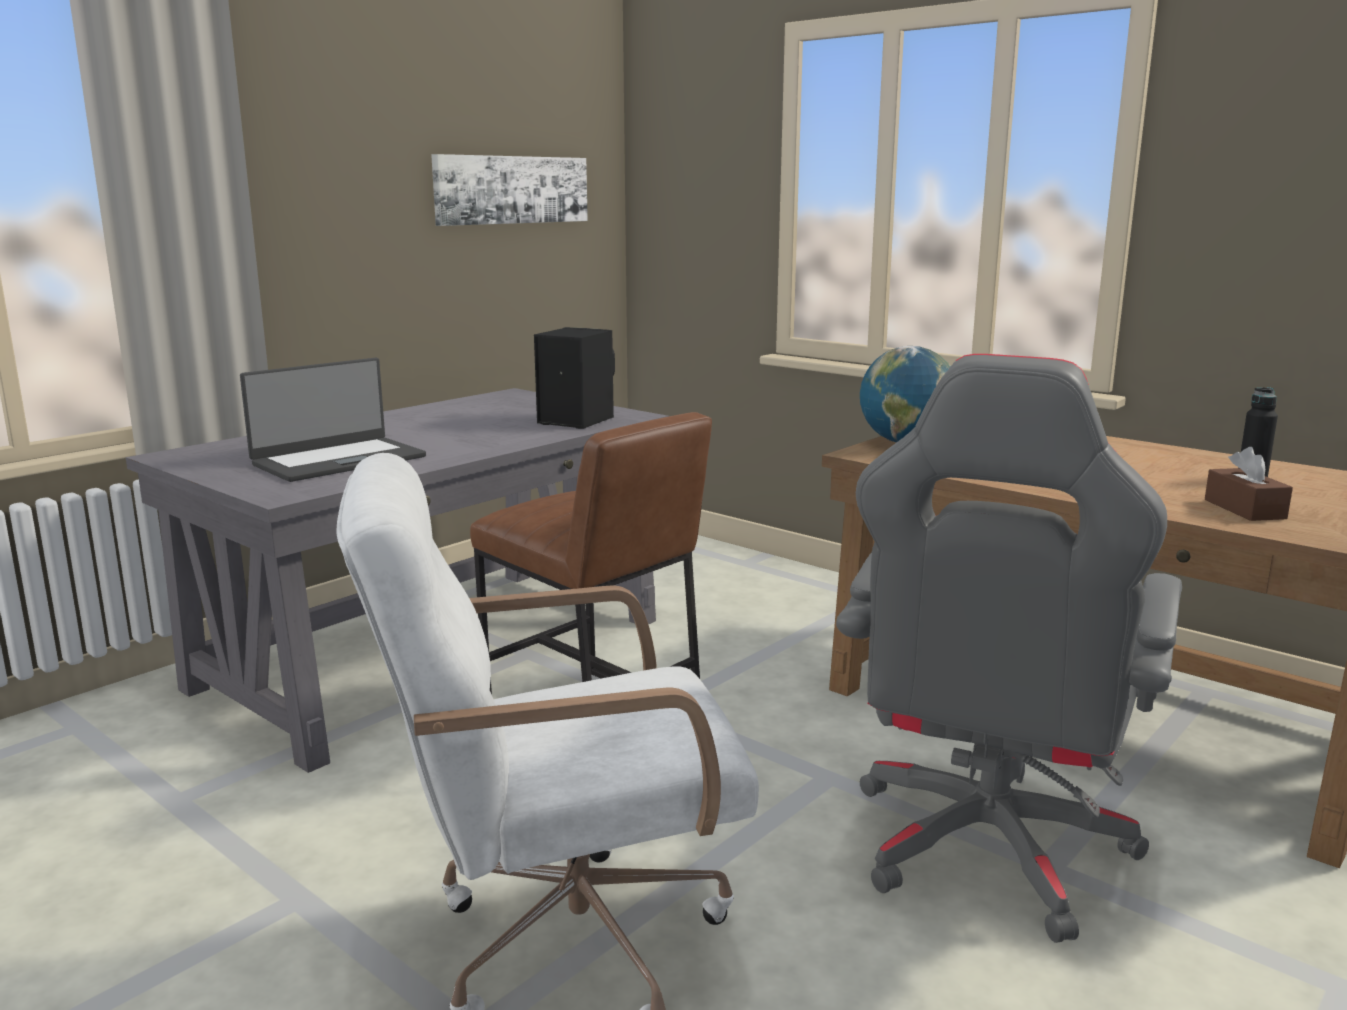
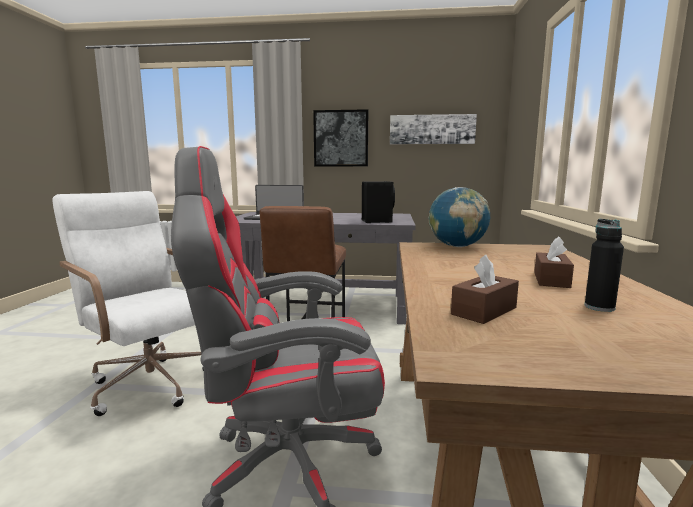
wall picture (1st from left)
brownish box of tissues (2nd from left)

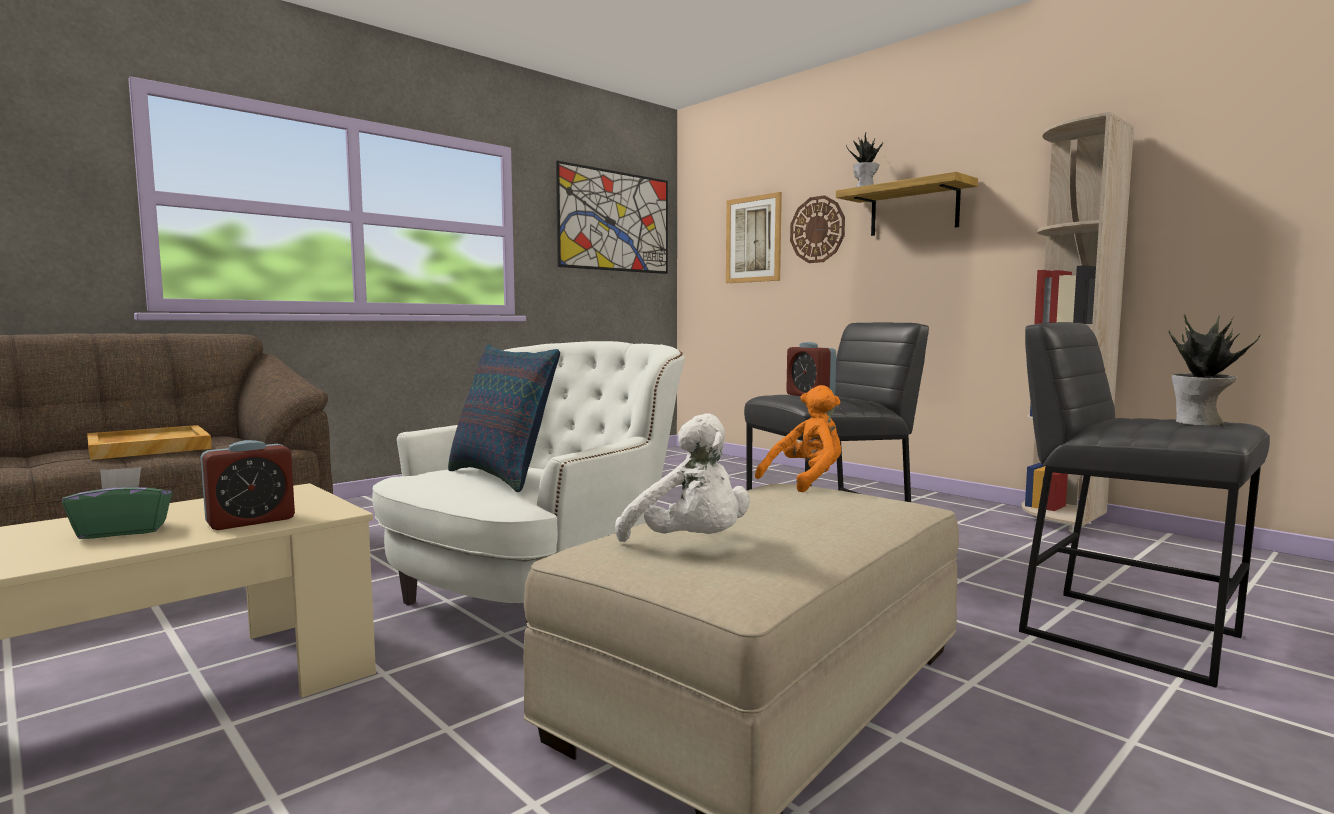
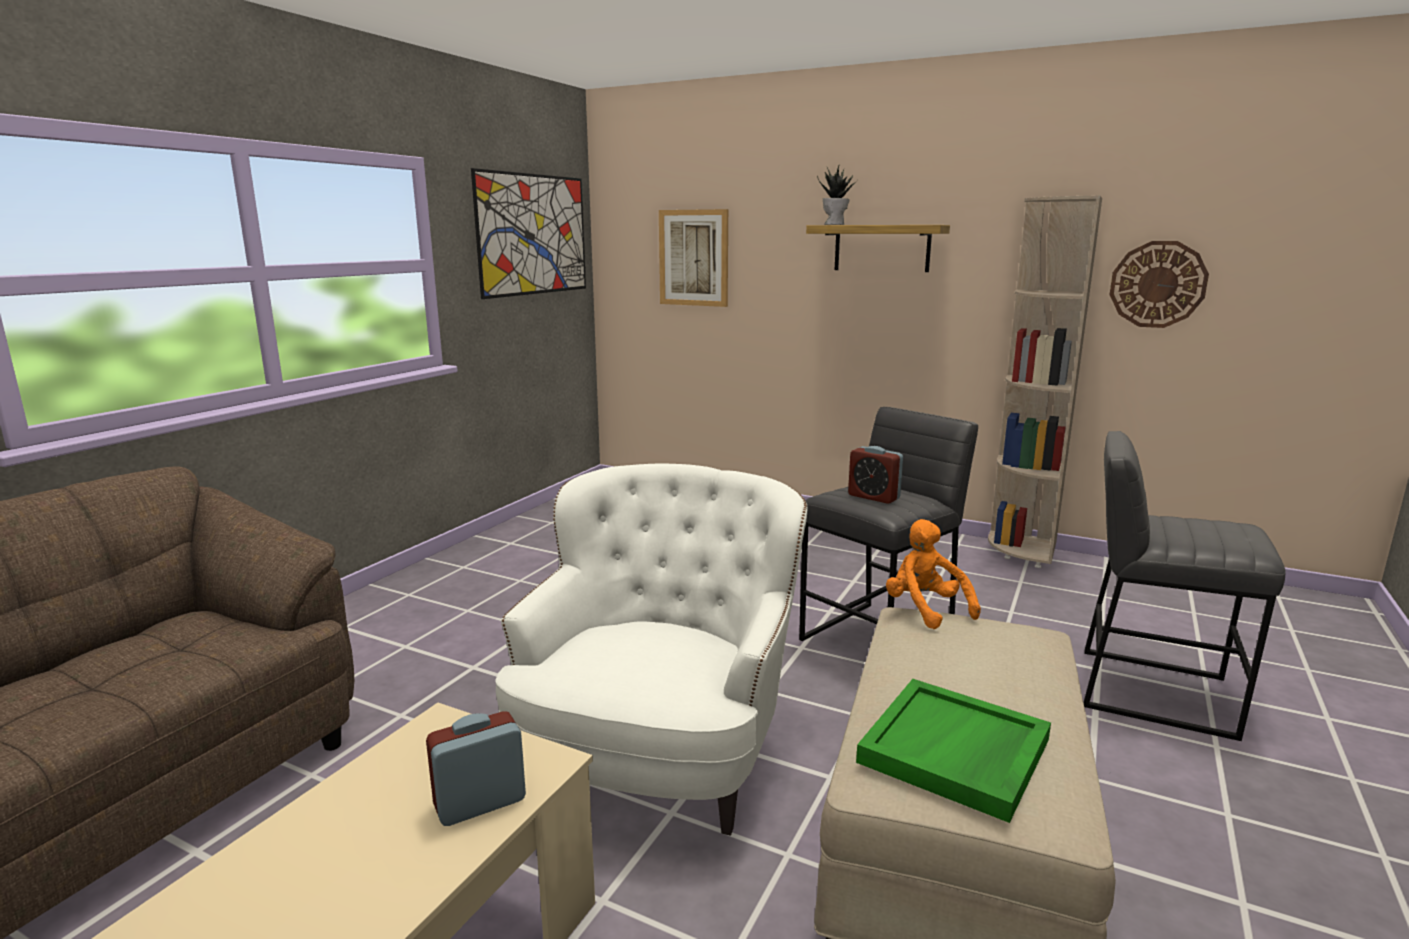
bedside clock (1st from left)
green serving tray
orange cuddly toy
wall clock
green box of tissues
beige-coloured serving tray
bluish cushion
potted plant (2nd from left in the first image)

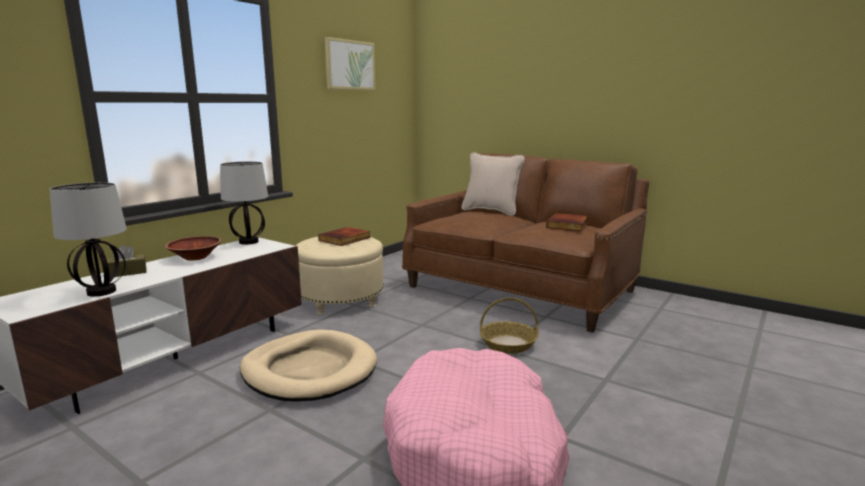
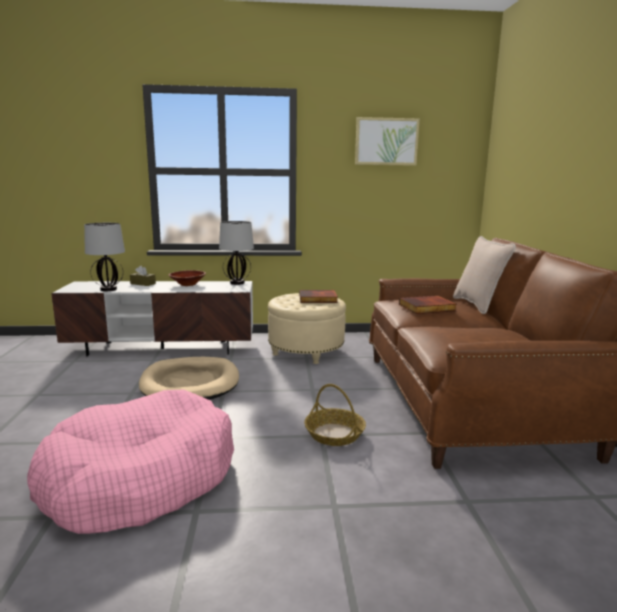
book (2nd from left)

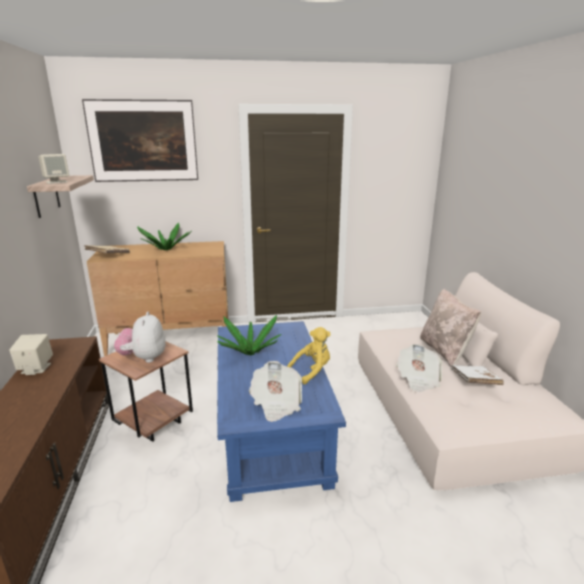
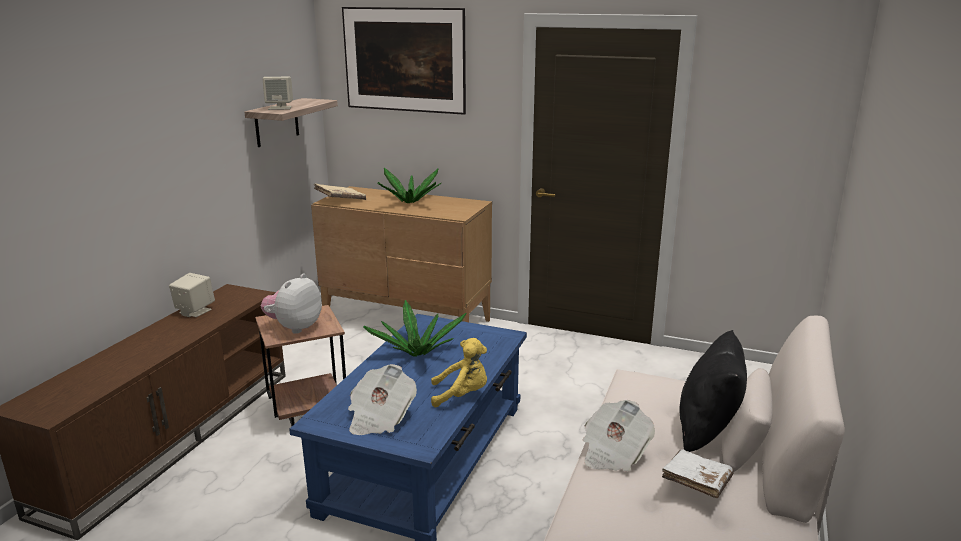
black cushion

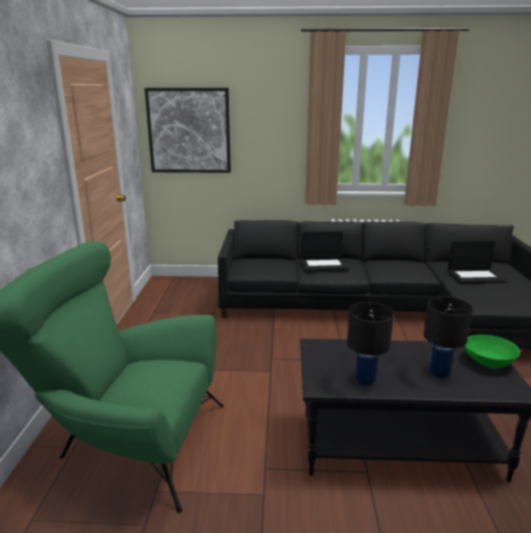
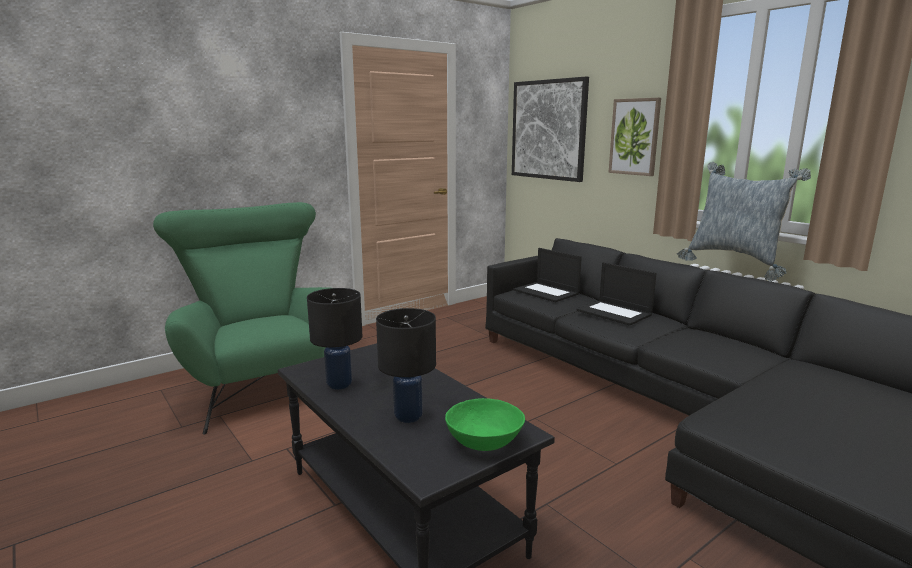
notebook computer (1st from left)
wall picture (2nd from left)
cushion

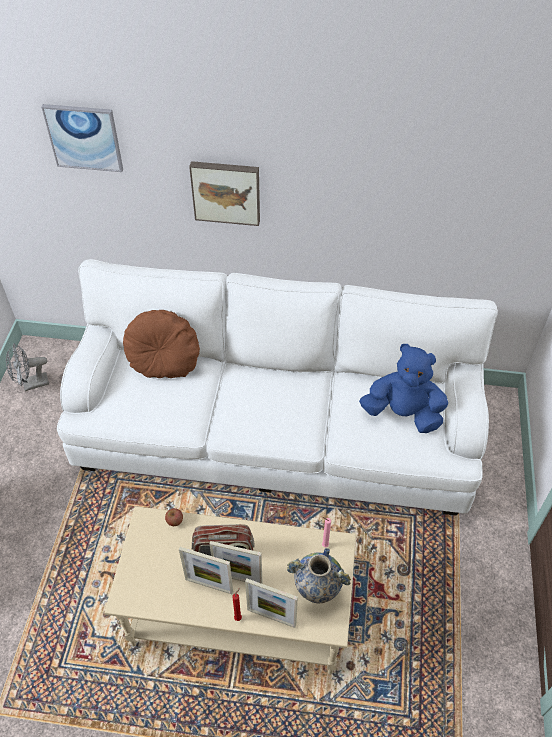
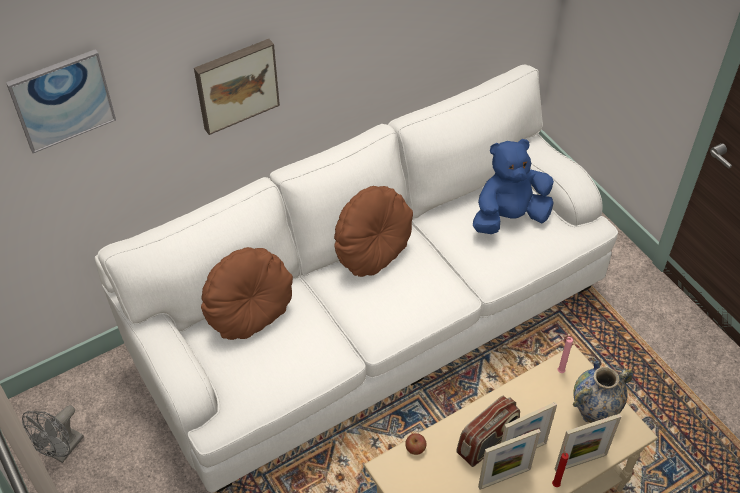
brownish cushion (2nd from left)

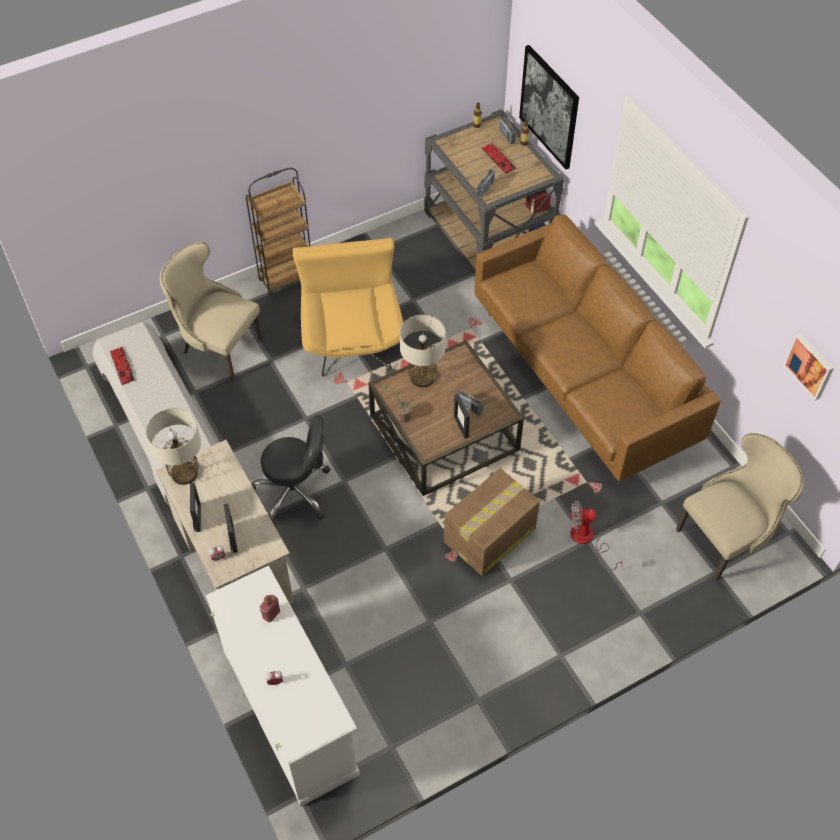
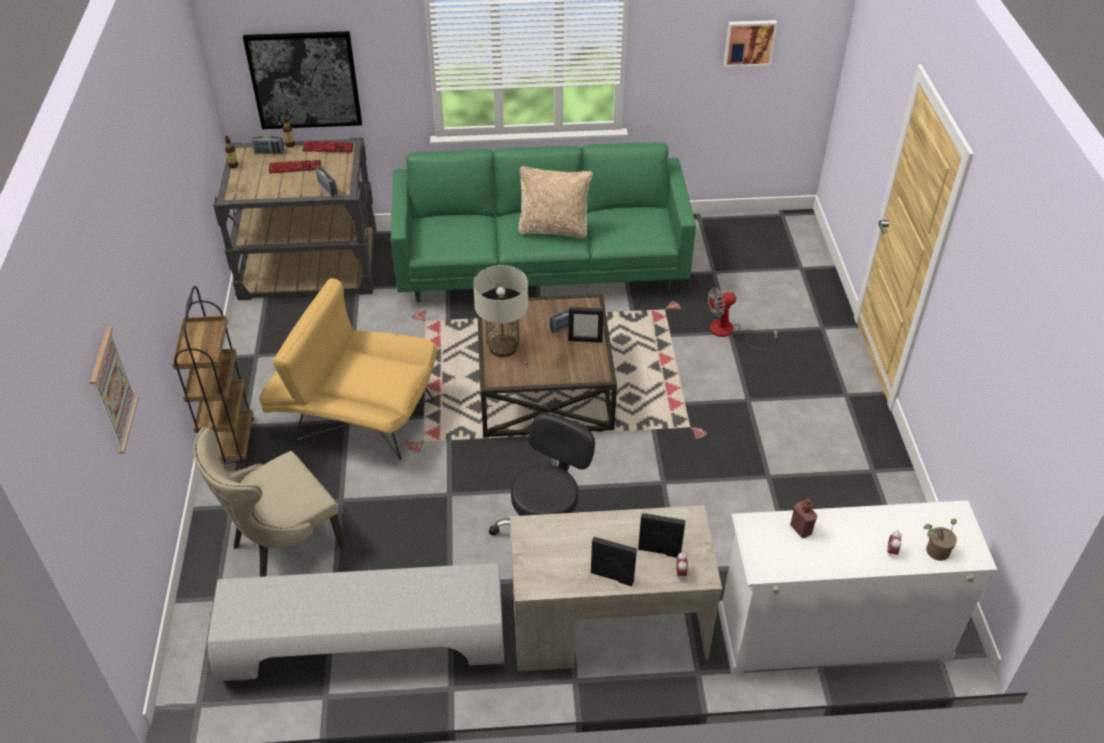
wall picture (1st from left)
computer keyboard (2nd from left)
green sofa
beige-coloured cushion
electric fan
potted plant
table lamp (1st from left in the first image)
packing box
beige-coloured upright chair (2nd from left in the first image)

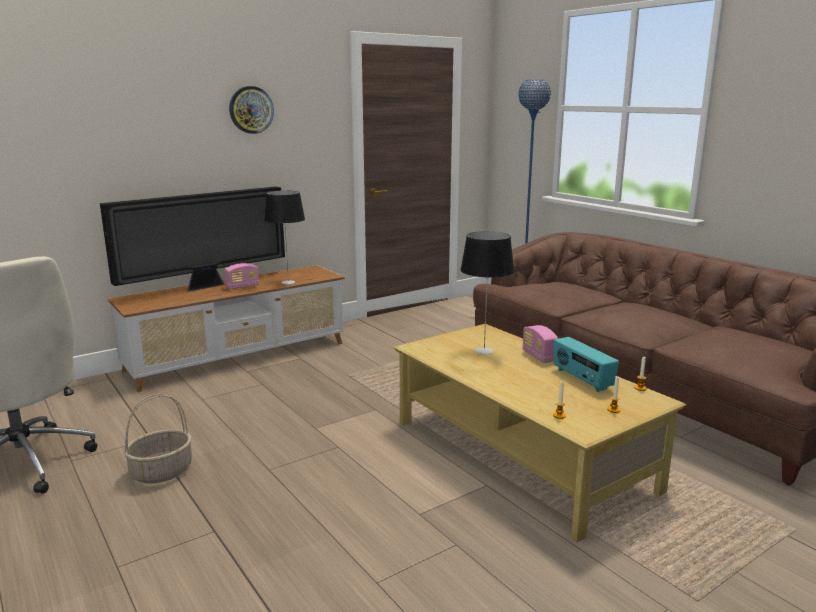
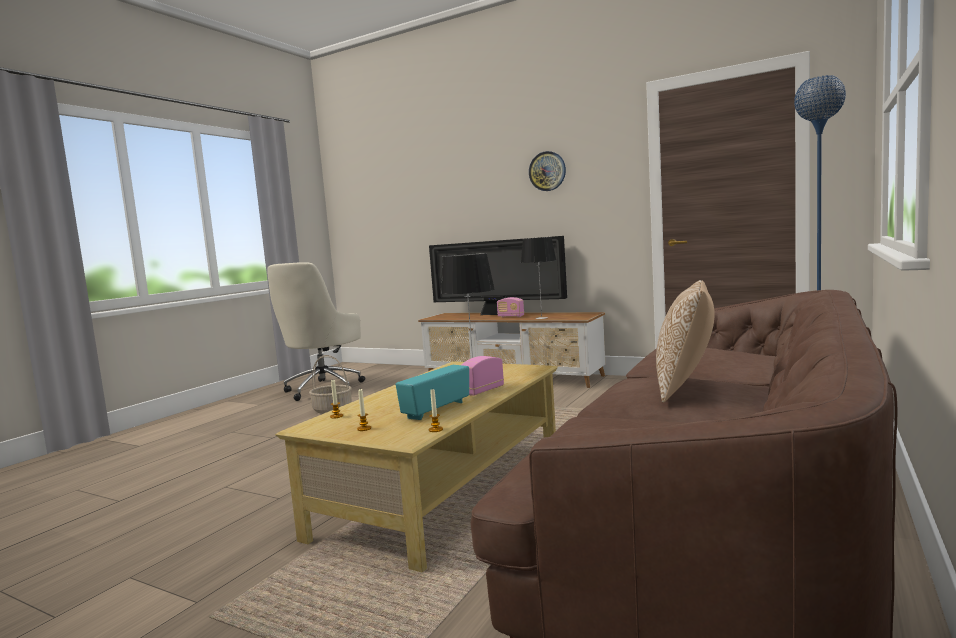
cushion

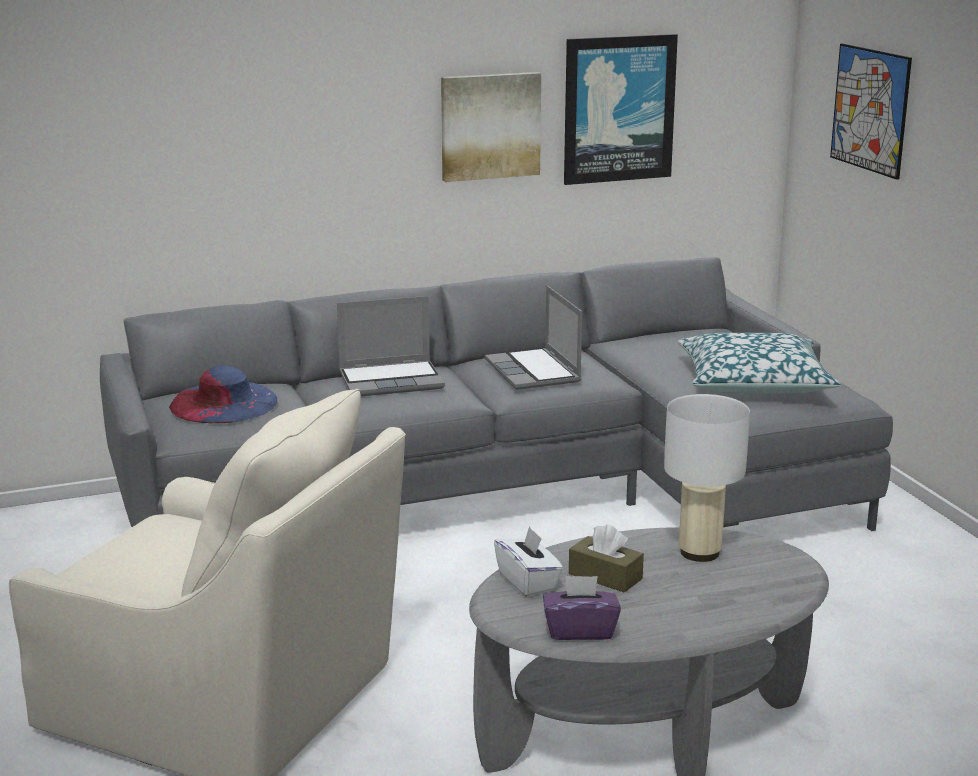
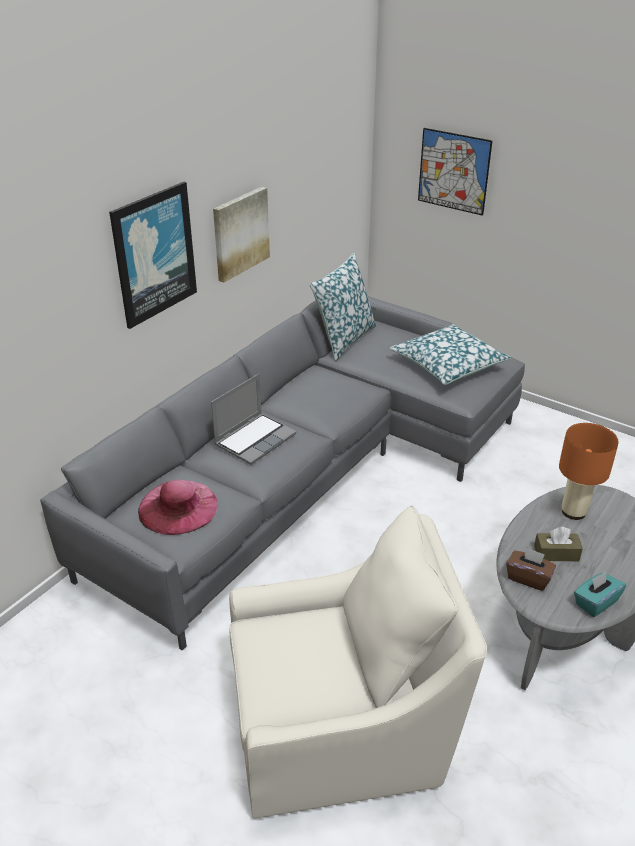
wall picture (1st from left)
pinkish wearable hat
cushion (1st from left)
brownish box of tissues (1st from left)
orange table lamp
turquoise box of tissues
notebook computer (2nd from left in the first image)

